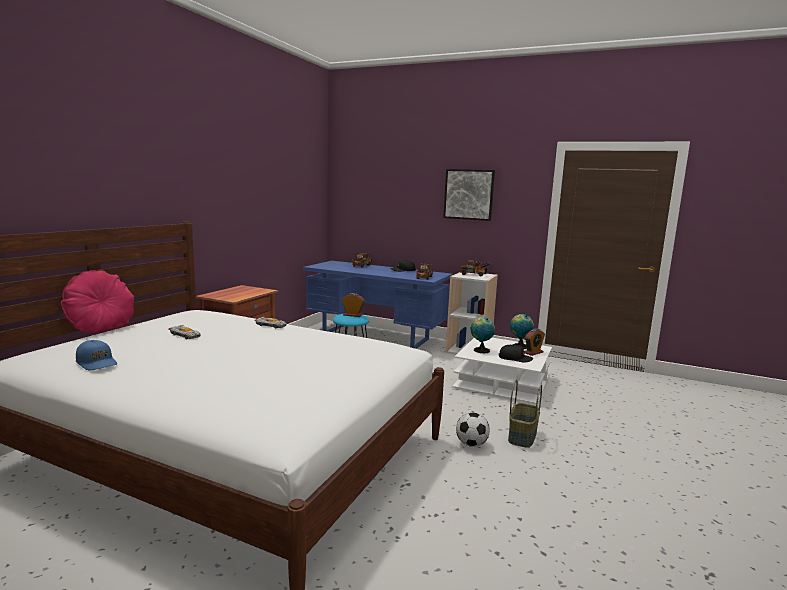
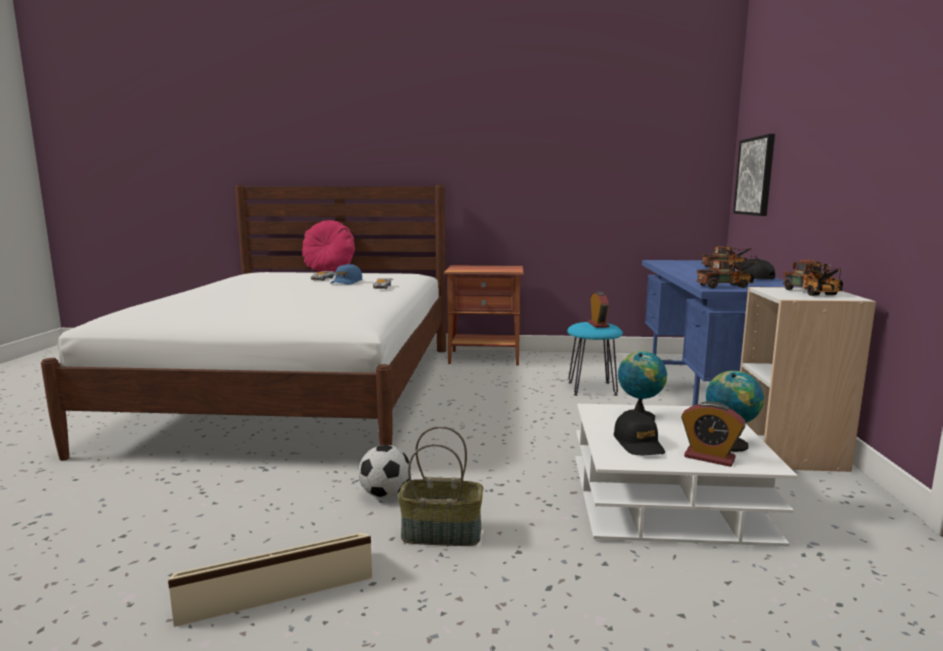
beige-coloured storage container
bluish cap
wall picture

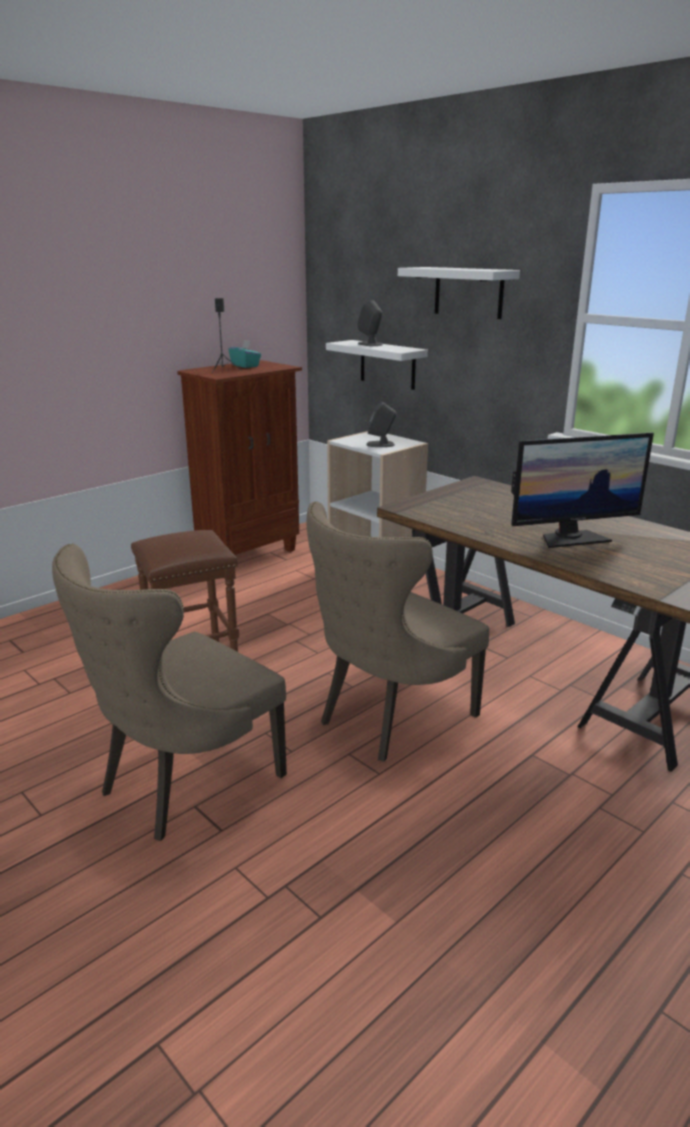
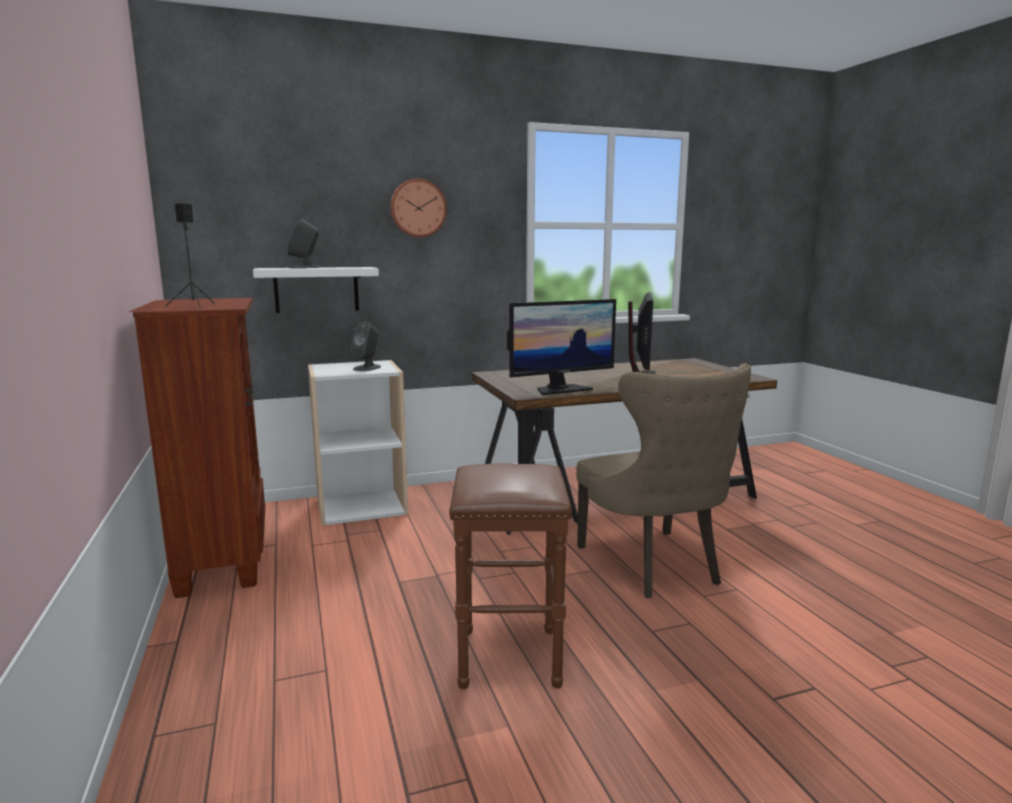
wall clock
computer display (1st from left)
beige-coloured upright chair (1st from left in the first image)
turquoise box of tissues

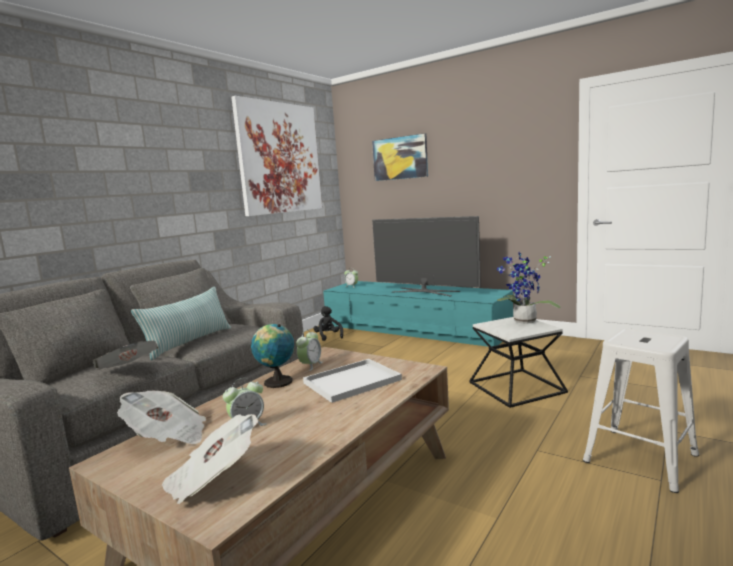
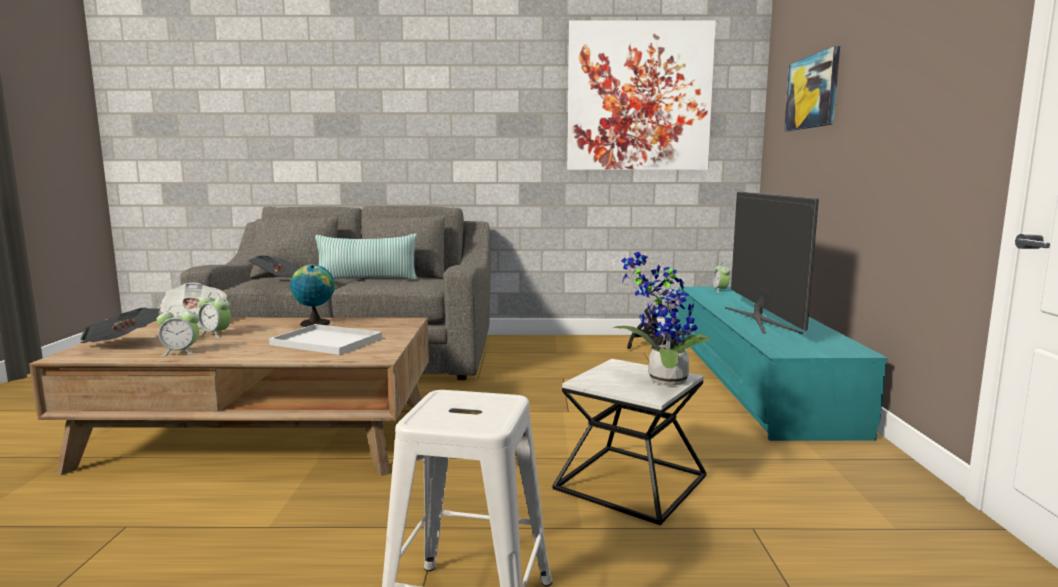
bedside clock (1st from left)

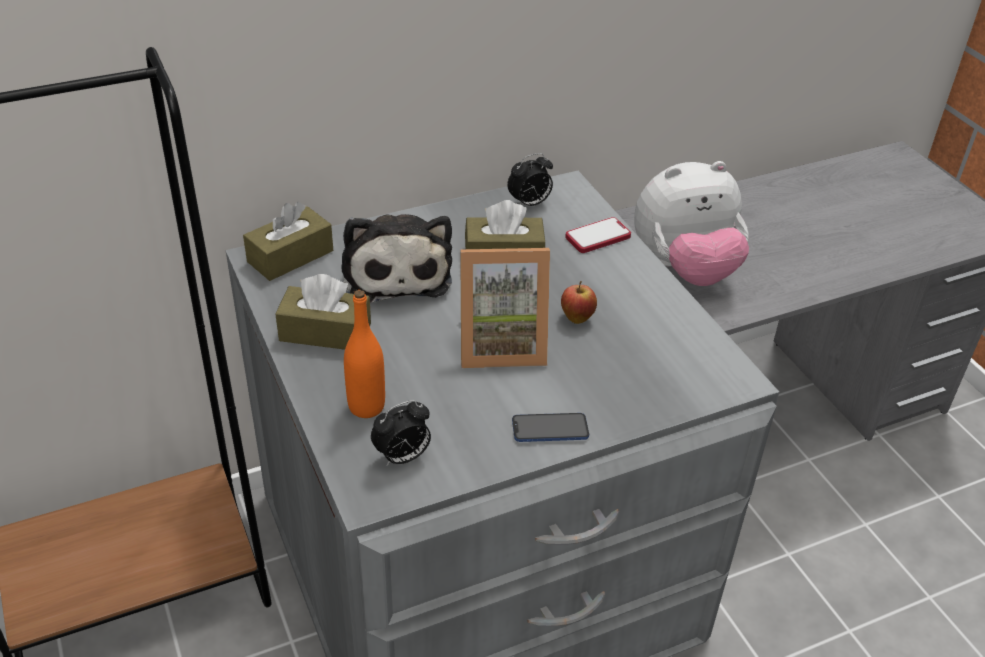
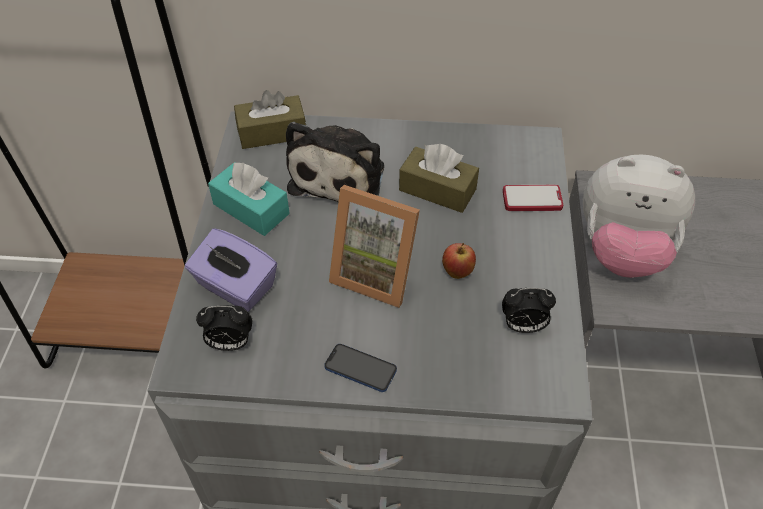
purplish box of tissues
turquoise box of tissues
bedside clock (2nd from left)

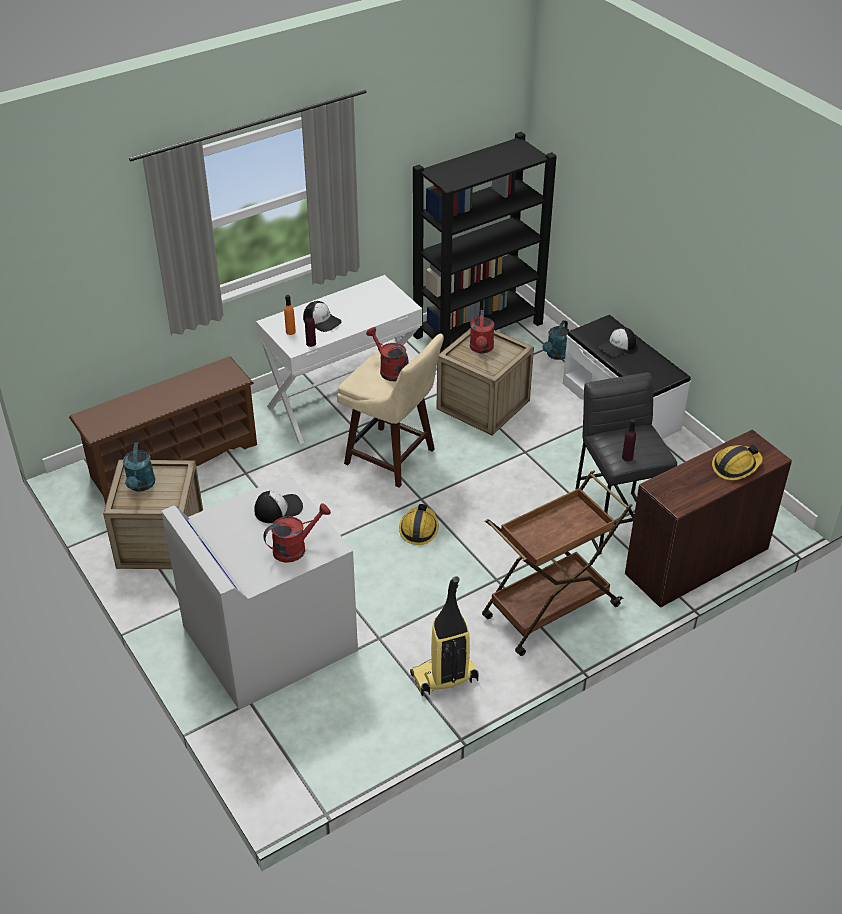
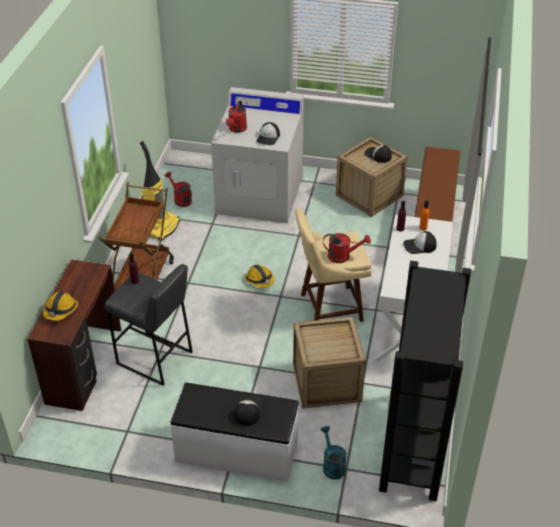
red sprinkling can (1st from left)
cap (3rd from left)

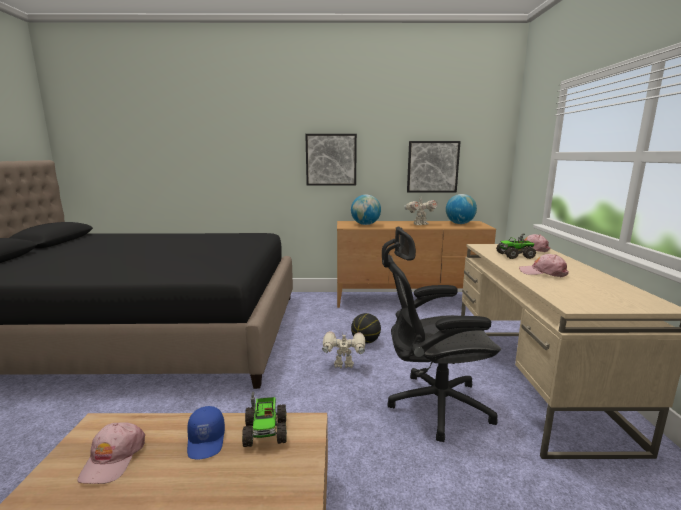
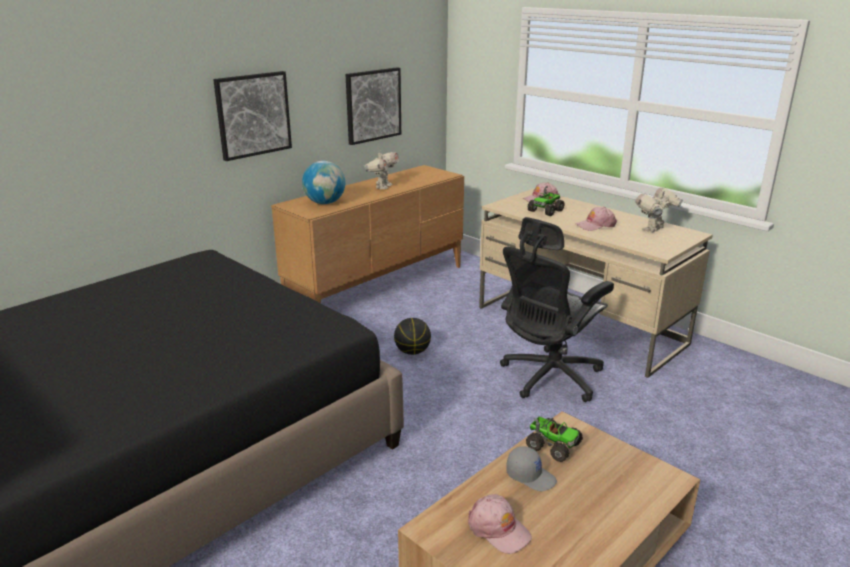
gray cap
model robot (2nd from left)
desk globe (2nd from left in the first image)

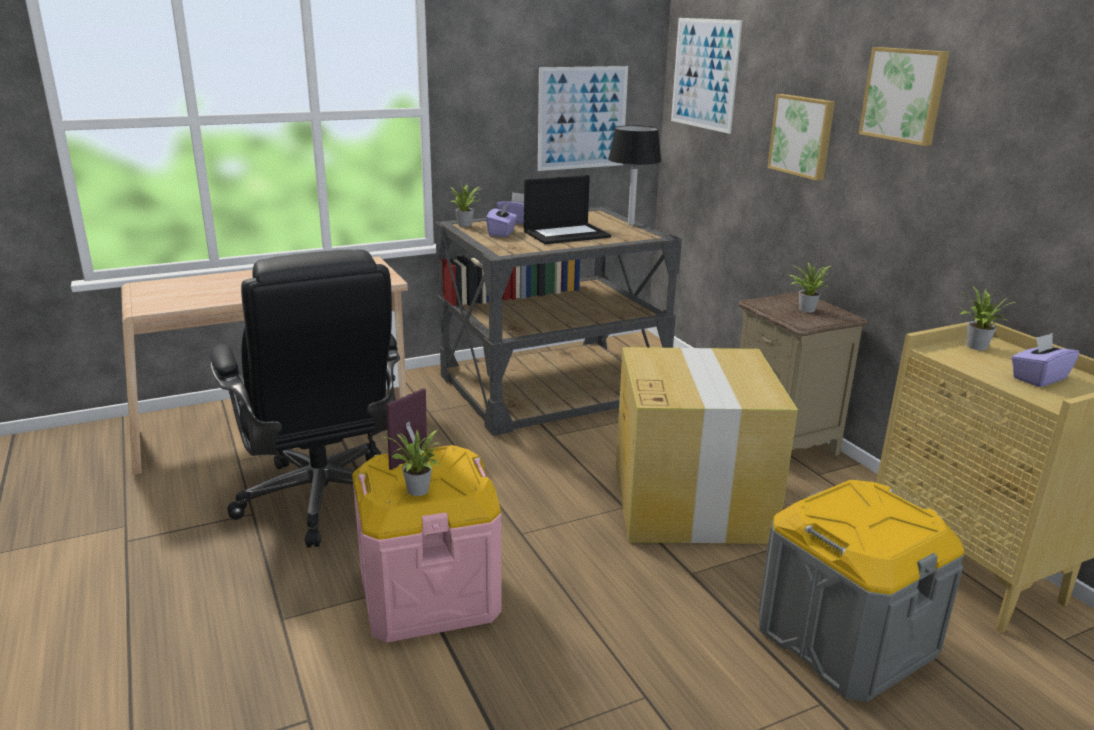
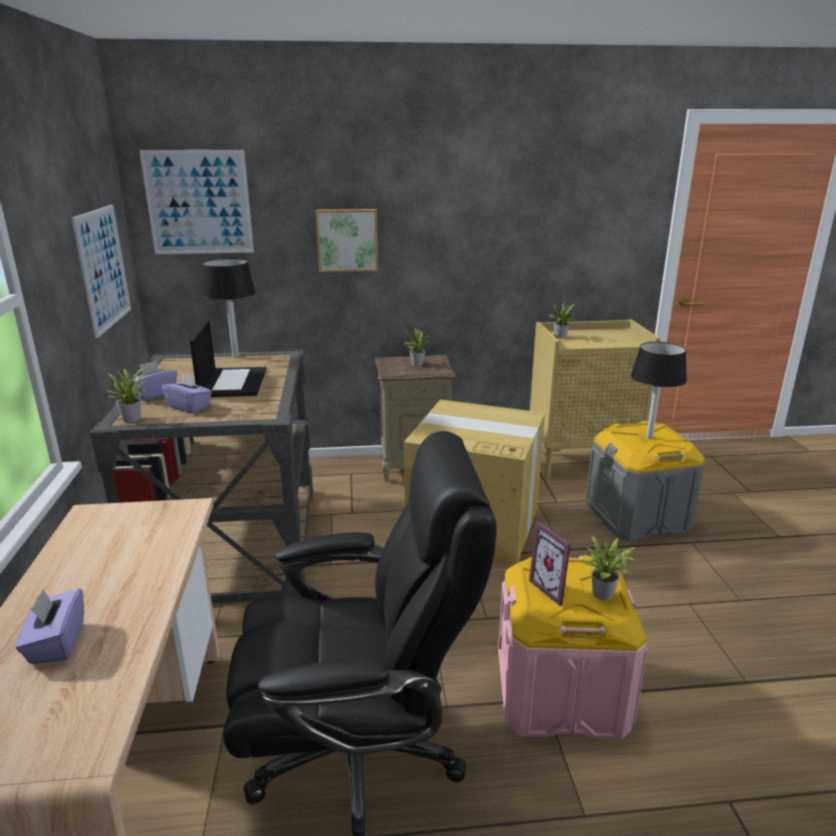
purplish box of tissues (1st from left)
black table lamp (2nd from left)
wall picture (4th from left in the first image)

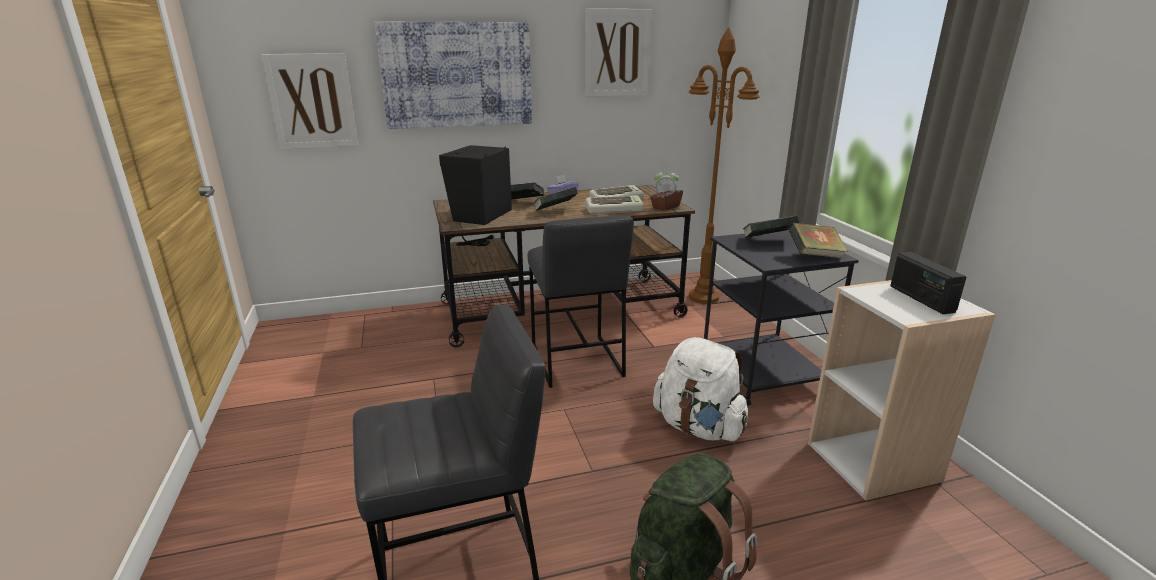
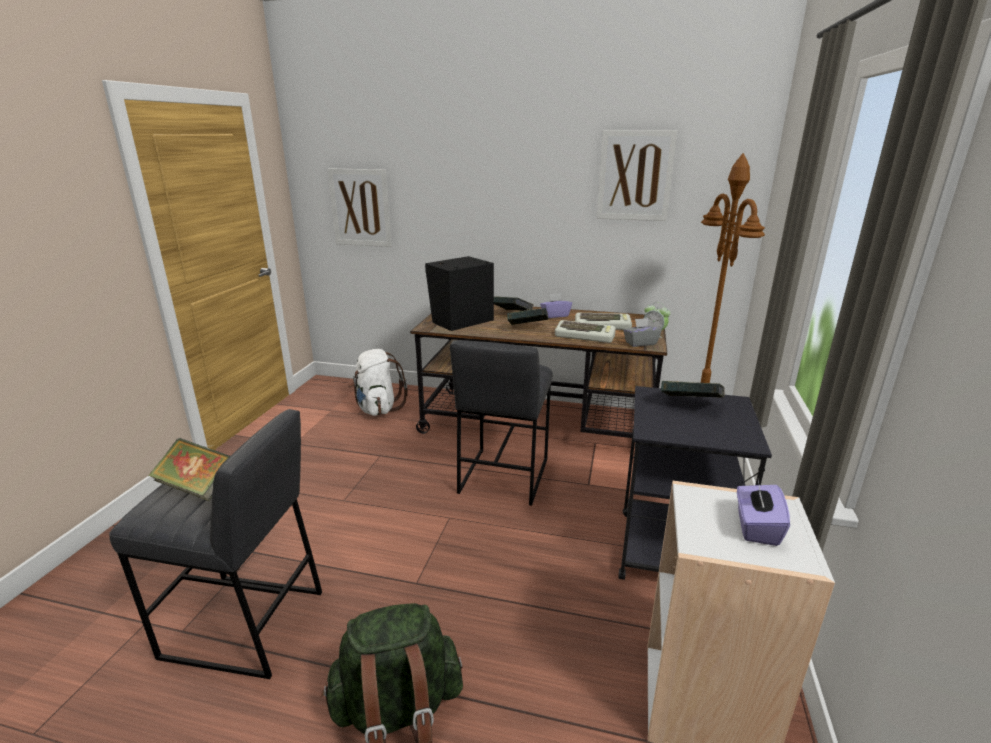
book (1st from left)
white backpack
gray box of tissues
purplish box of tissues (2nd from left)
wall picture (2nd from left in the first image)

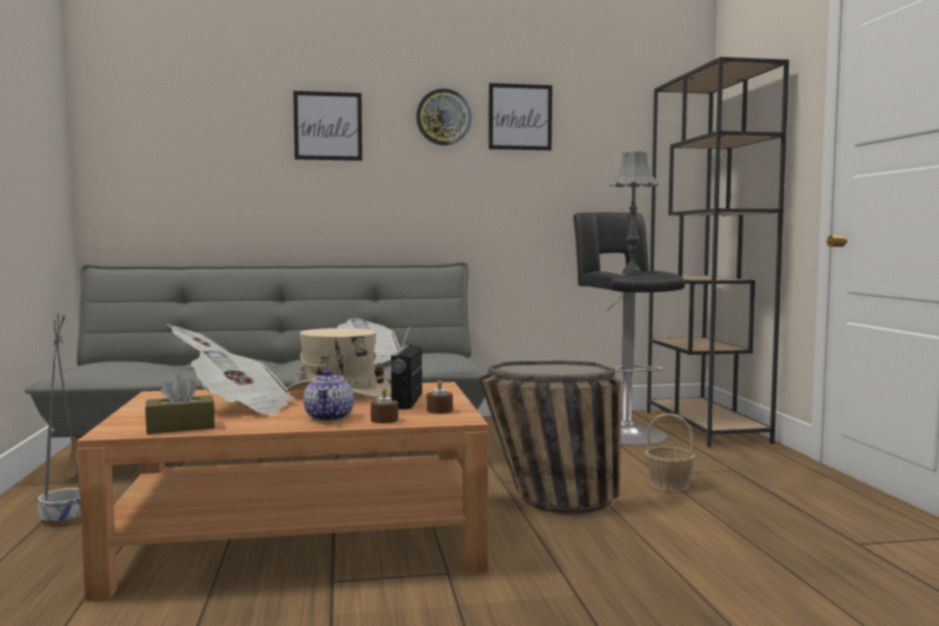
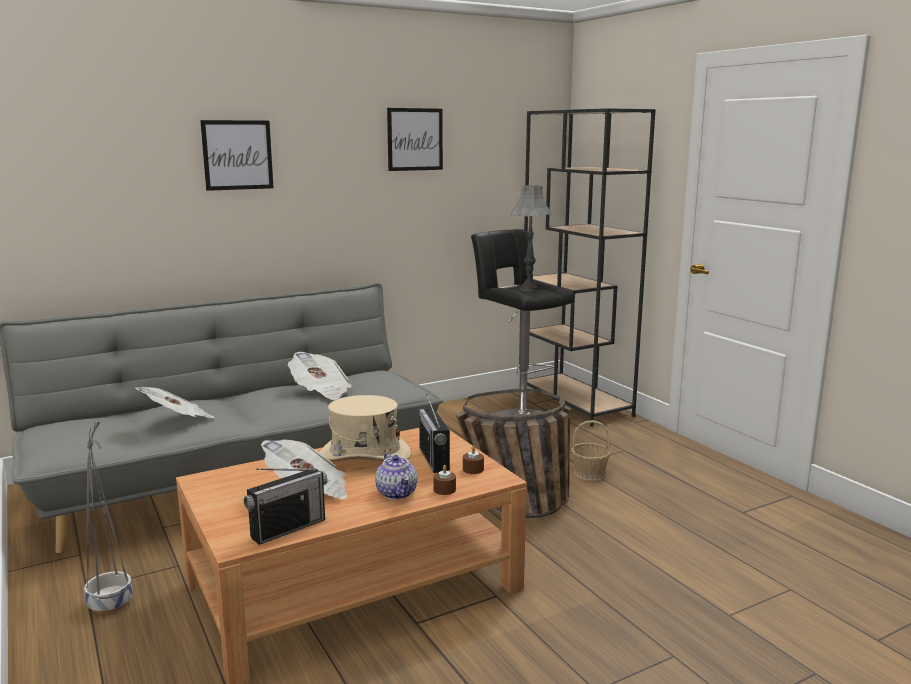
radio set (1st from left)
wall clock

